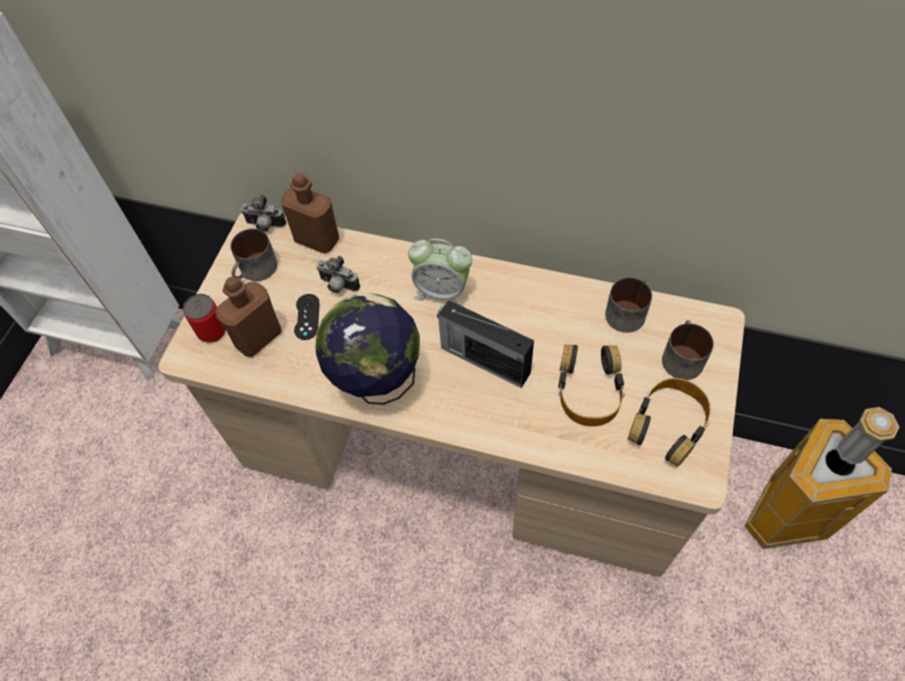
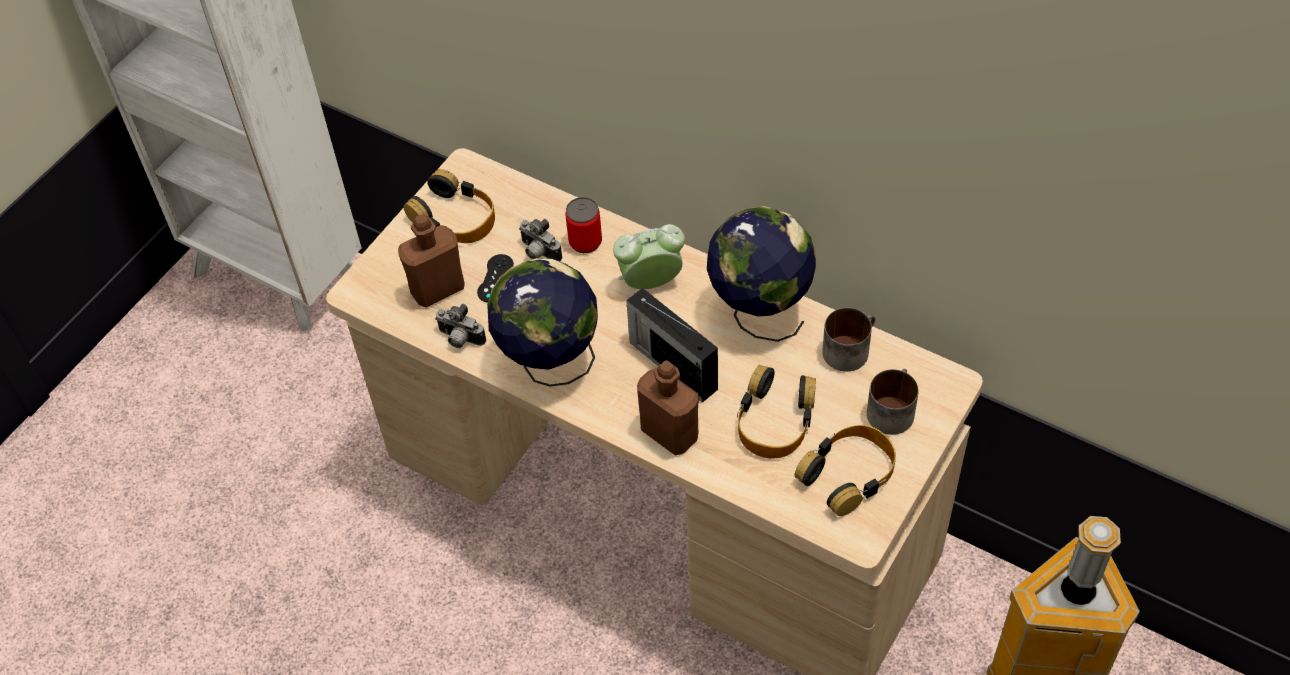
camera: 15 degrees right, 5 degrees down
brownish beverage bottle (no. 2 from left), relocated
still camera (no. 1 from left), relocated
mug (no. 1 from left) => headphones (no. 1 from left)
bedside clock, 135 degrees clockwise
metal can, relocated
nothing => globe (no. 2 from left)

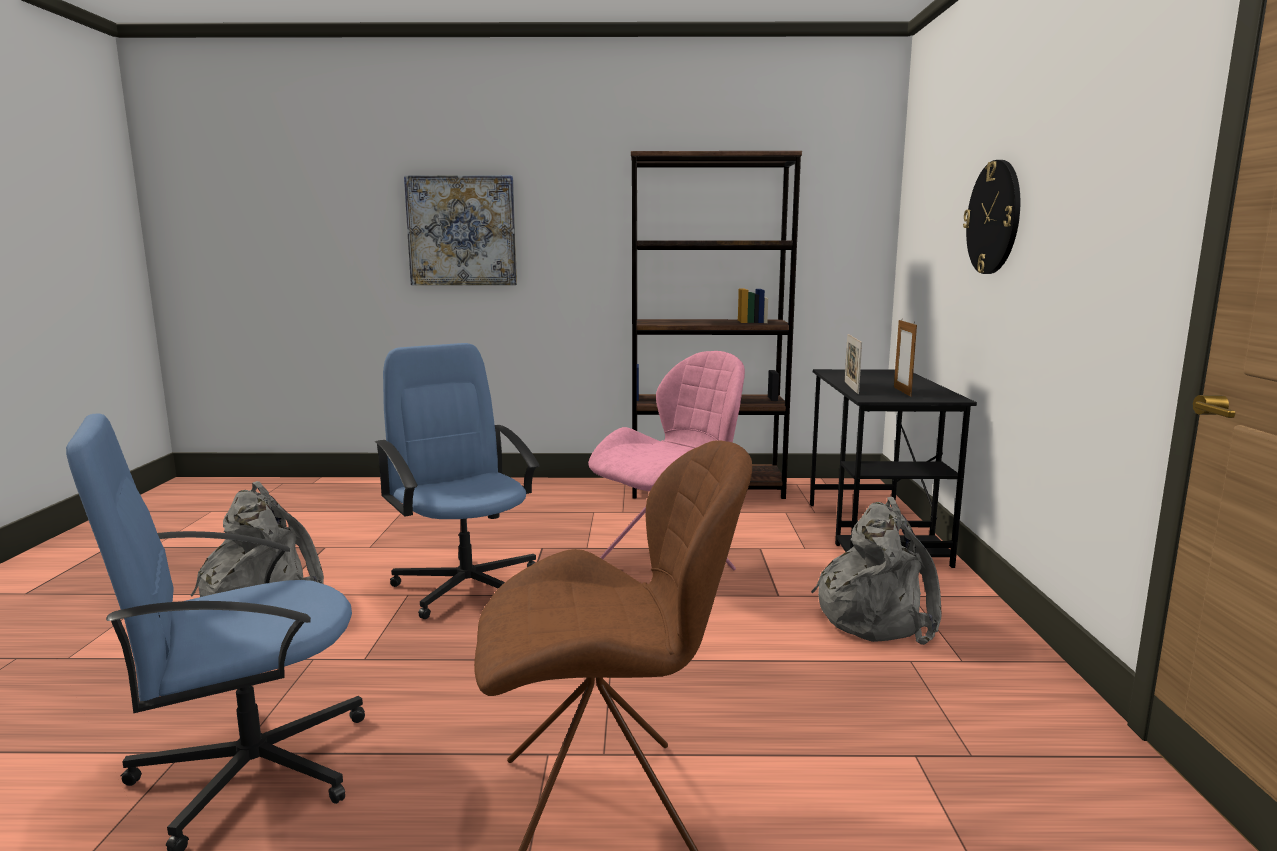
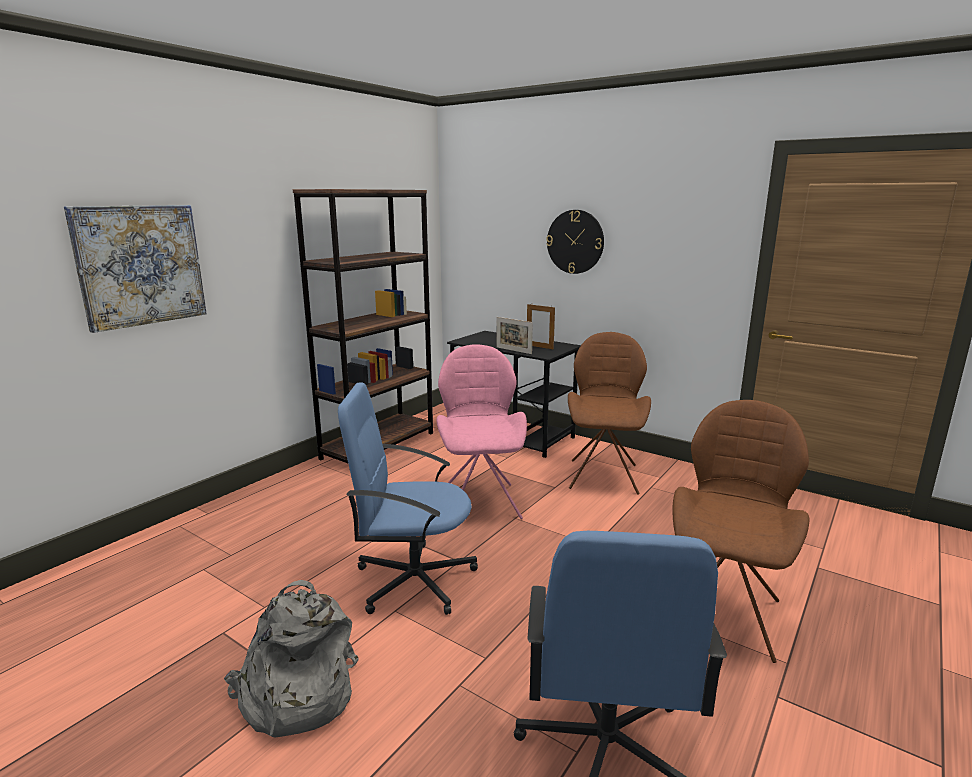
camera: 55 degrees left, 5 degrees up
gray knapsack (no. 2 from left) => brownish chair (no. 1 from left)

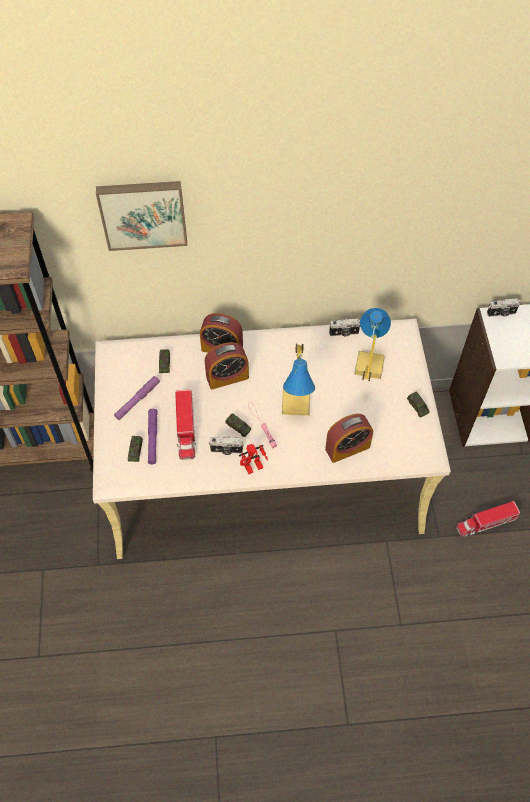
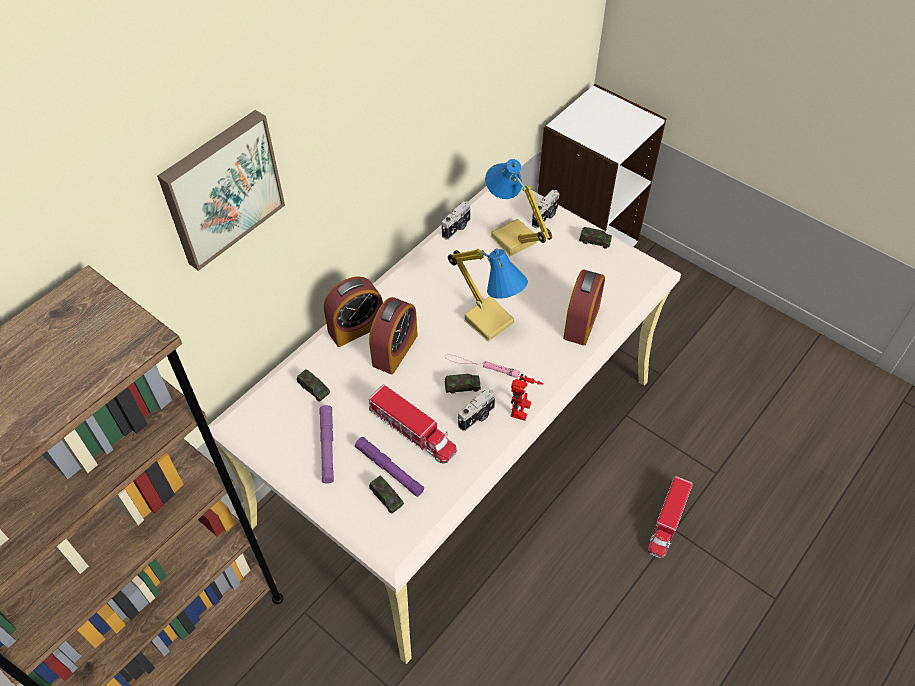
camera: 45 degrees left, 5 degrees down
still camera (no. 3 from left), relocated
toy truck (no. 2 from left), relocated

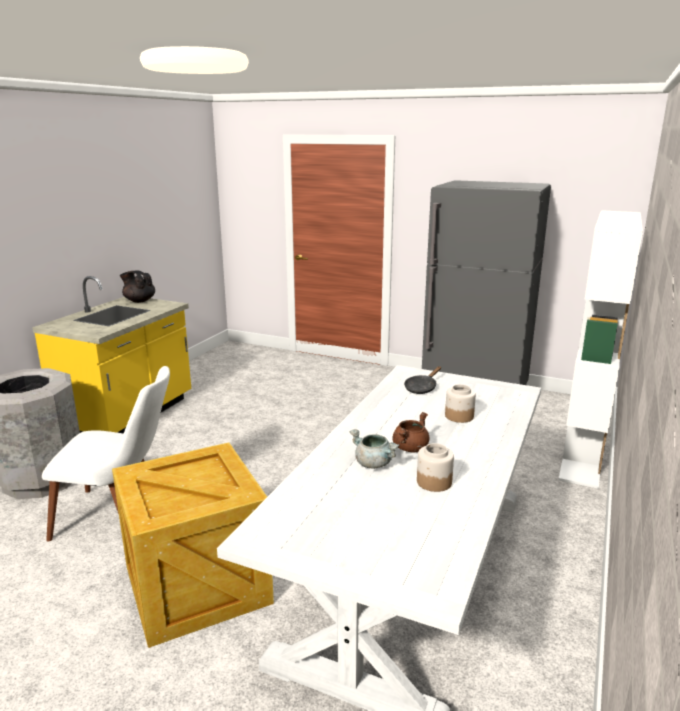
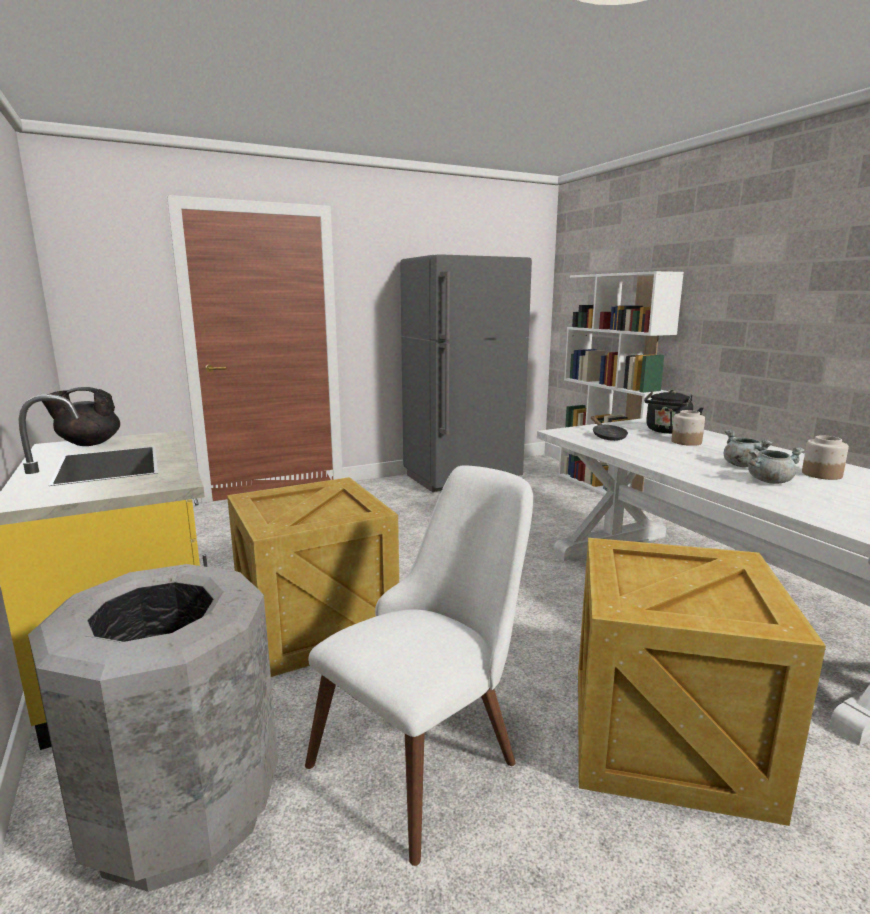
camera: 50 degrees left, 5 degrees down
brownish stockpot => gray stockpot (no. 1 from left)
nothing => blackish tea kettle
nothing => crate (no. 1 from left)

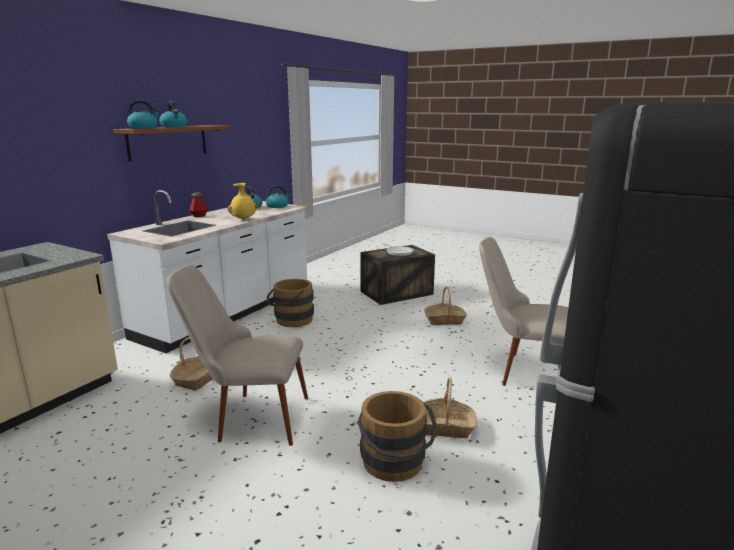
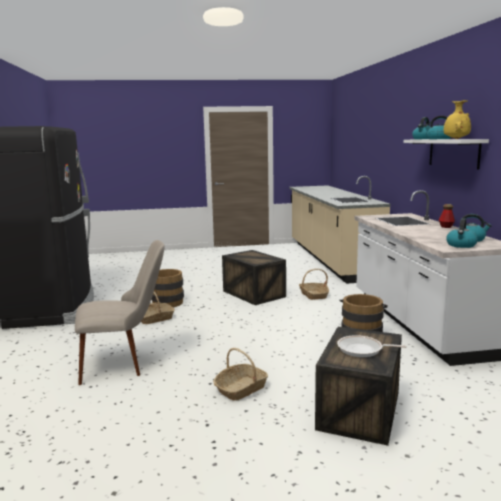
camera: 140 degrees right, 5 degrees down
brownish bracket shelf => white bracket shelf
yellow-coloured decorative vase, relocated
beige-coloured chair (no. 1 from left) => crate (no. 1 from left)

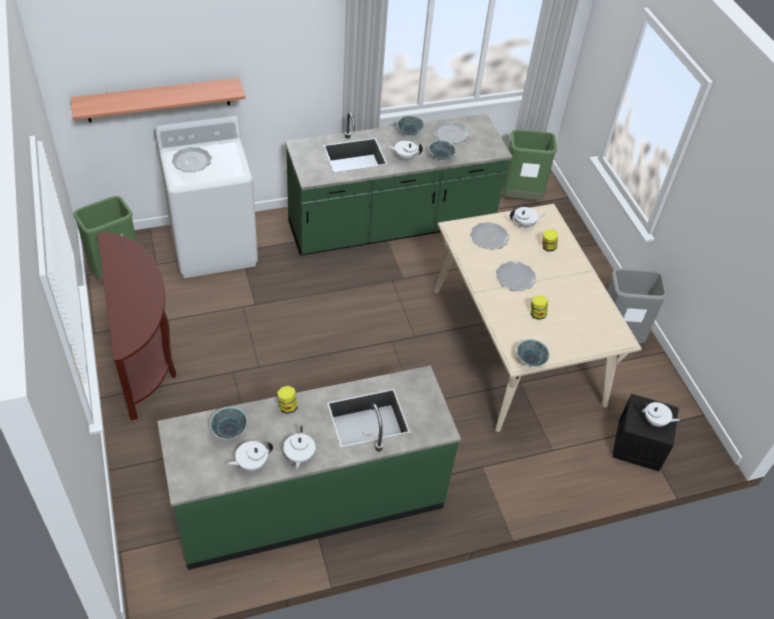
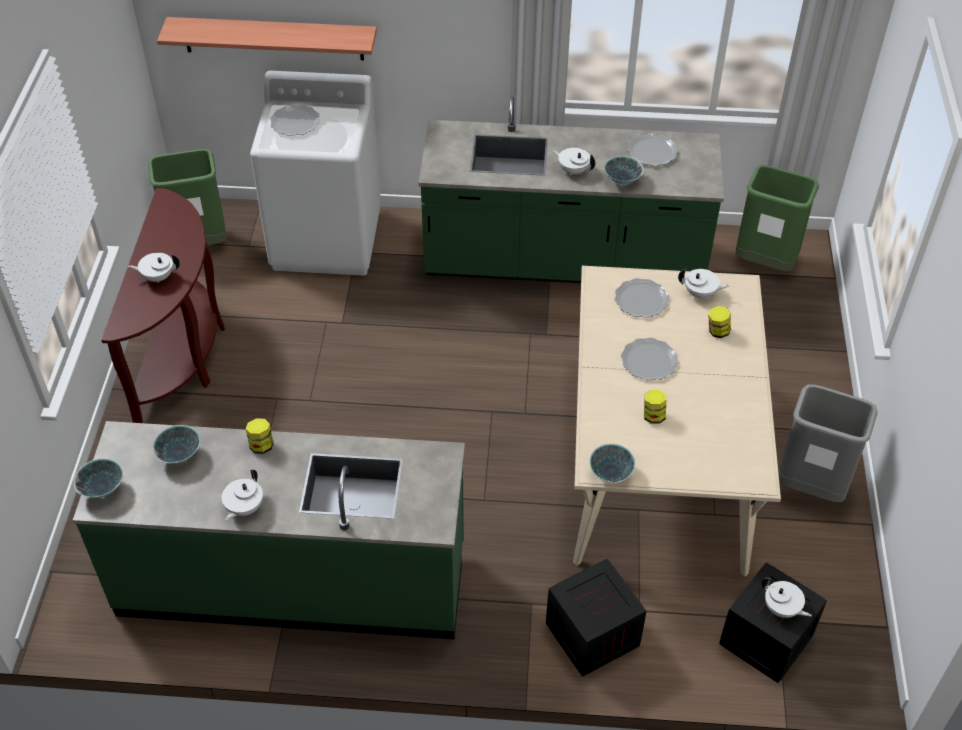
camera: 25 degrees right, 0 degrees up
deep dish (no. 2 from left in the first image) => deep dish (no. 1 from left), relocated
white pot for tea (no. 1 from left), relocated
nothing => crate (no. 1 from left)

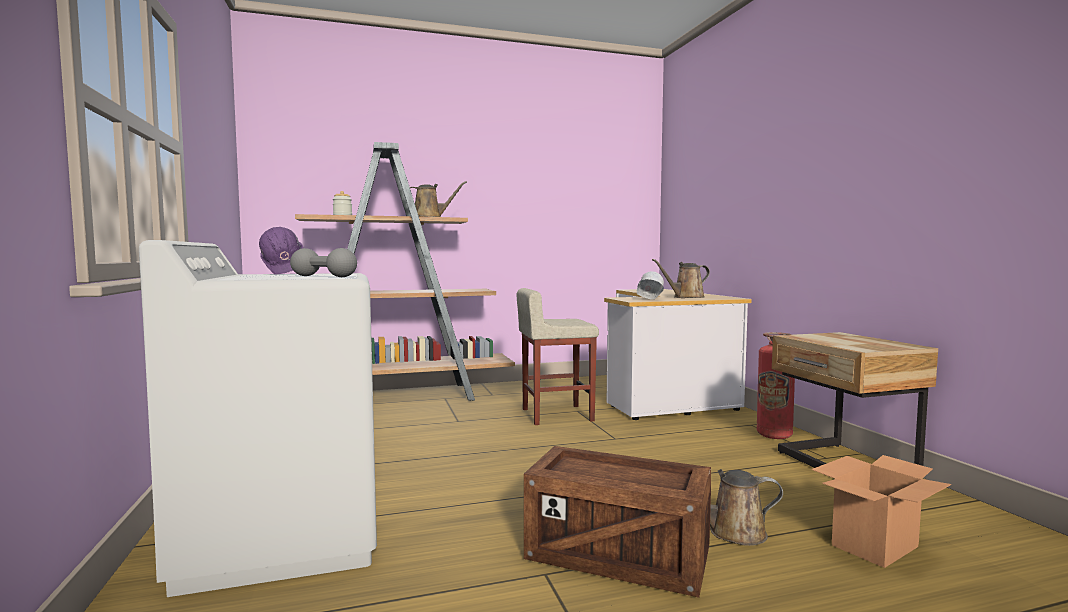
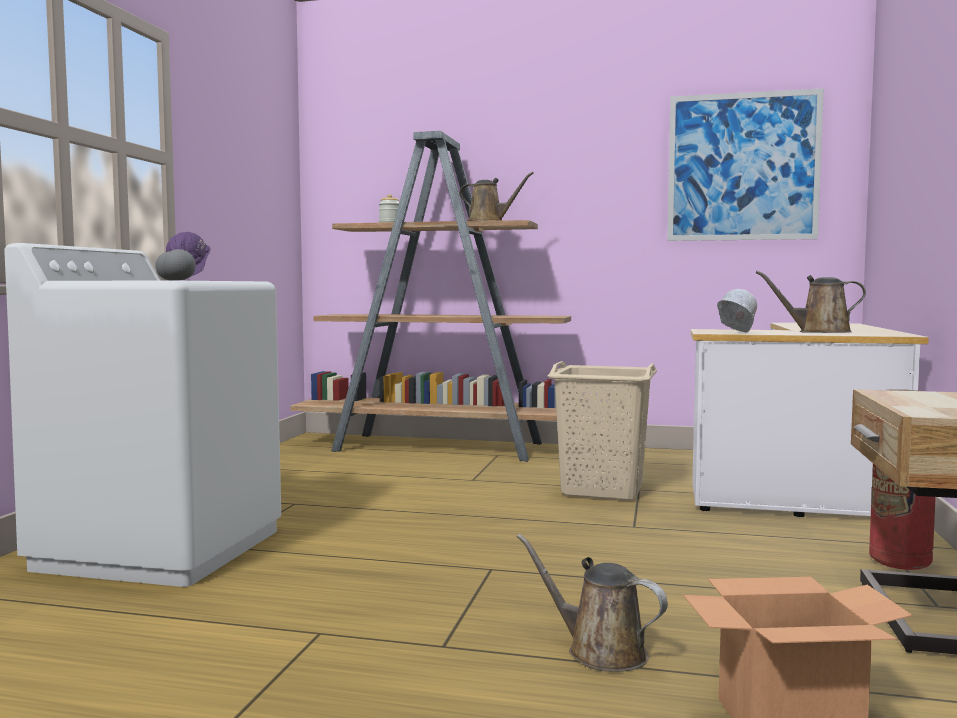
camera: 30 degrees right, 0 degrees up
beige-coloured sitting stool => beige-coloured laundry basket
crate => nothing
nothing => wall picture

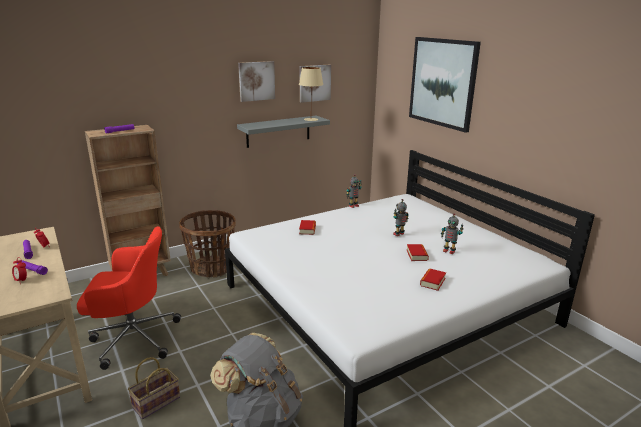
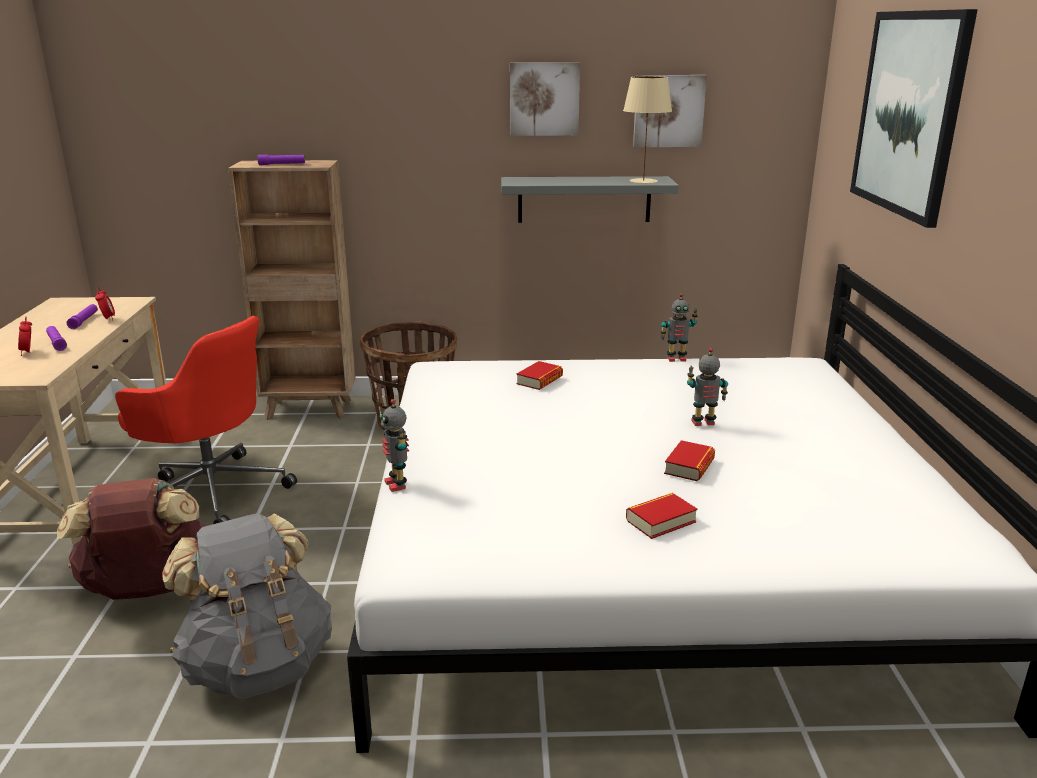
camera: 30 degrees right, 0 degrees up
model robot (no. 3 from left in the first image) => model robot (no. 1 from left), relocated
household basket (no. 1 from left) => brownish knapsack

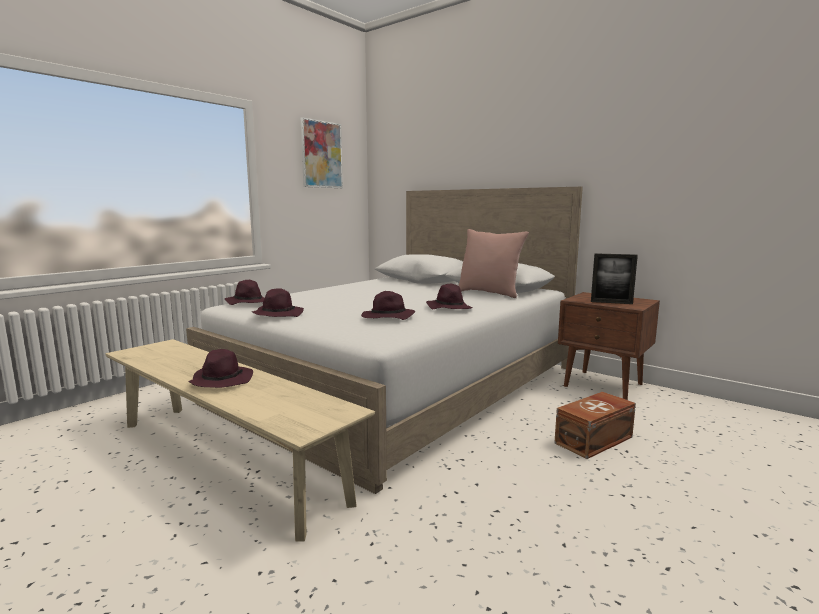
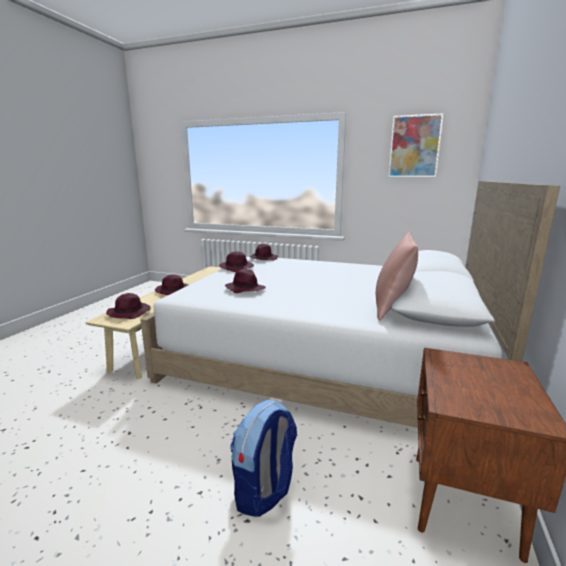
camera: 70 degrees right, 5 degrees up
photo frame => nothing
purple hat (no. 5 from left in the first image) => purple hat (no. 1 from left), relocated
brownish storage box => knapsack

